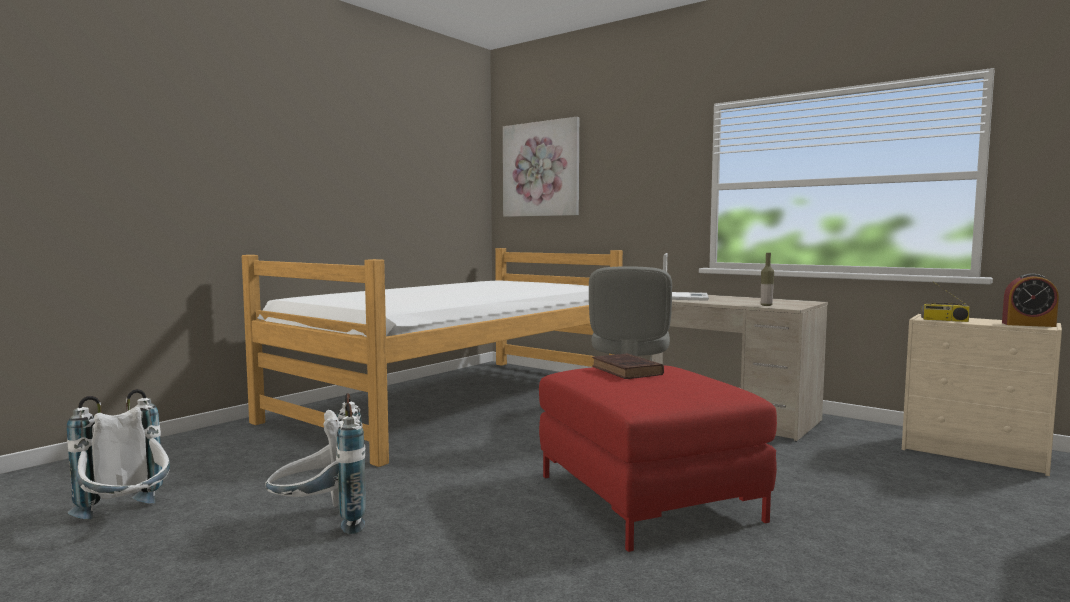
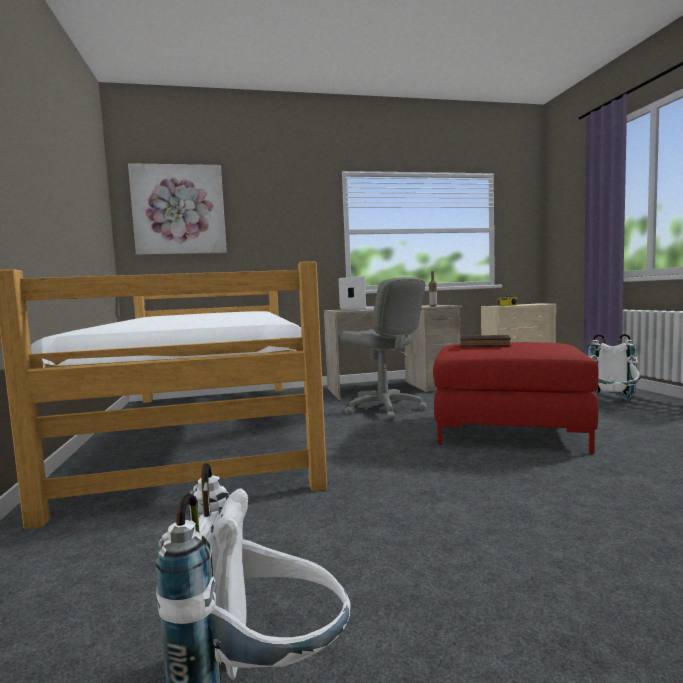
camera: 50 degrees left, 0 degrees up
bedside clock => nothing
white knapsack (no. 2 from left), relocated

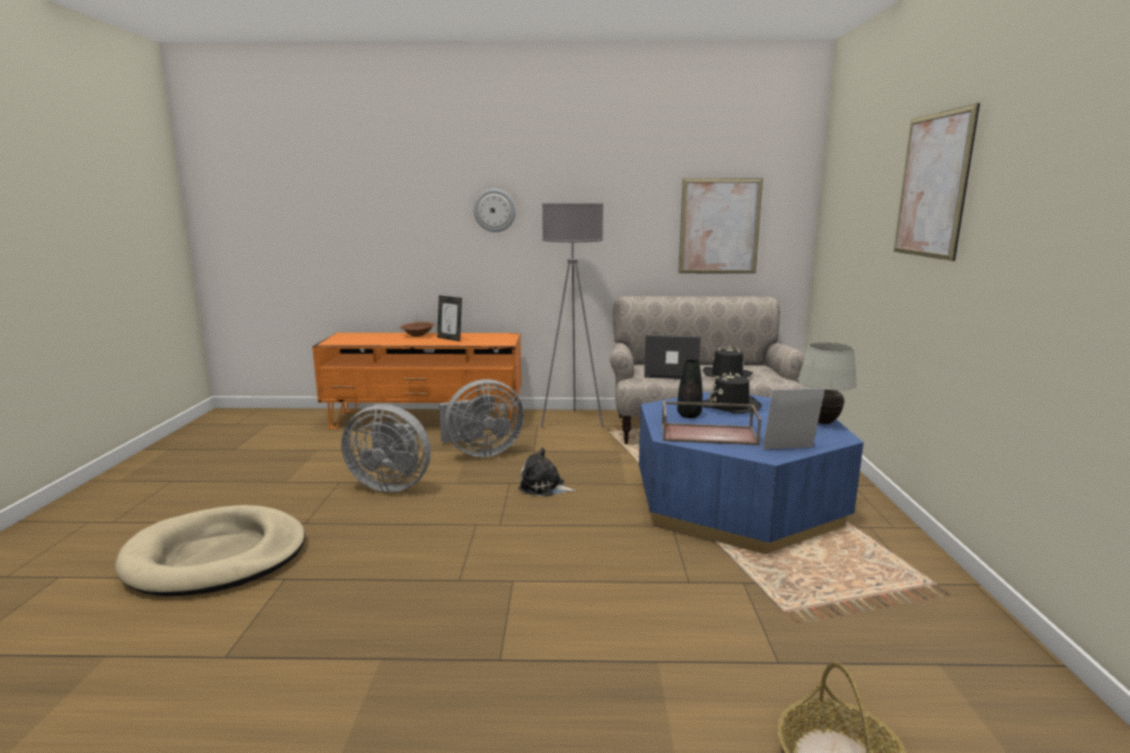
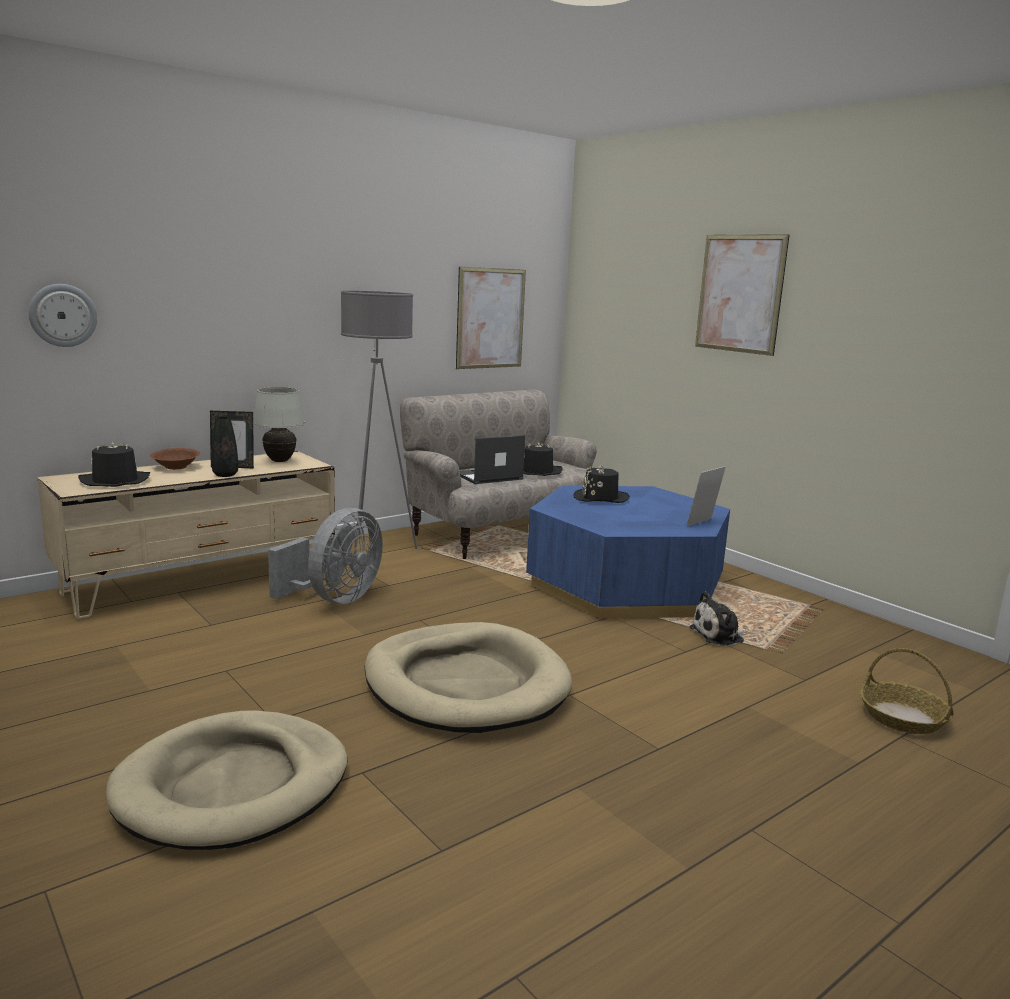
camera: 40 degrees left, 0 degrees up
wall clock, relocated
orange tv unit => beige-coloured tv unit
white lamp for a table, relocated
blackish decorative vase, relocated
brownish serving tray => nothing
gray fan (no. 1 from left) => nothing
plush toy, relocated
nothing => blackish hat (no. 1 from left)
nothing => beige-coloured dog cushion (no. 2 from left)

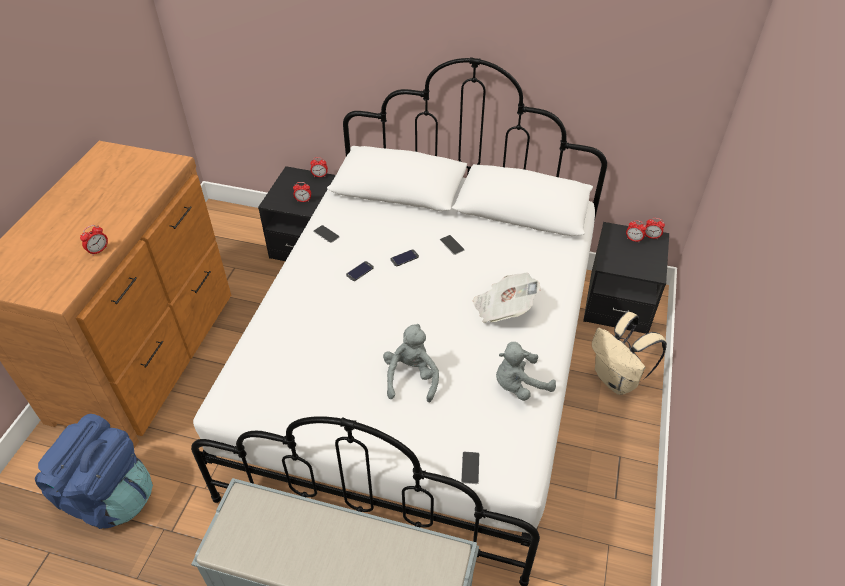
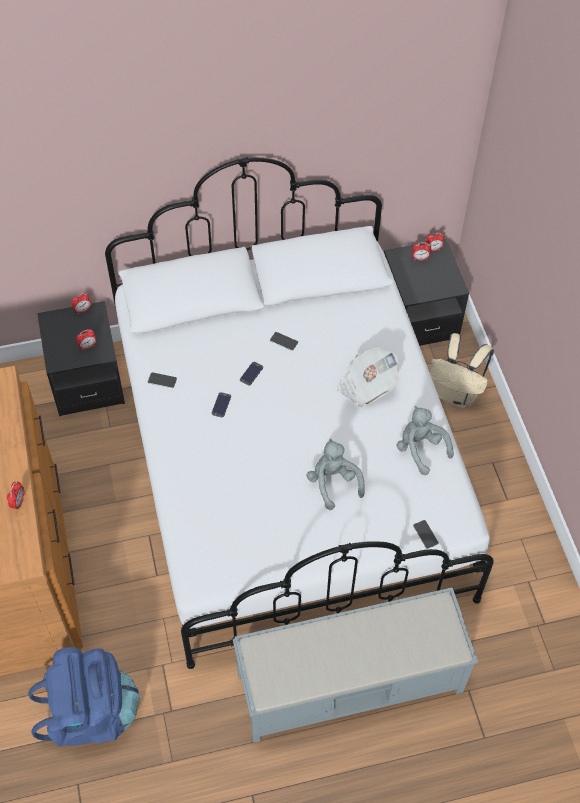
camera: 30 degrees left, 10 degrees up
gray plush toy (no. 2 from left), 105 degrees clockwise

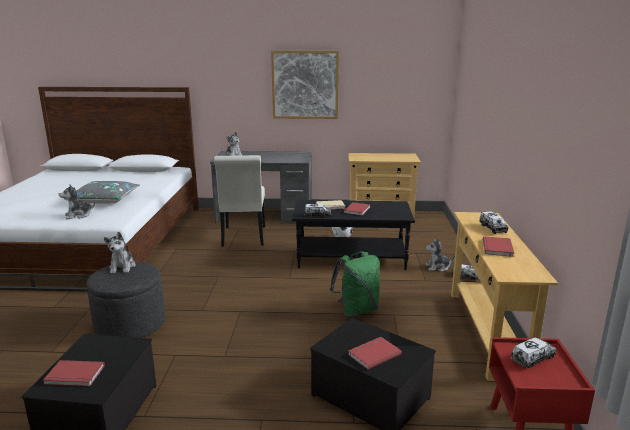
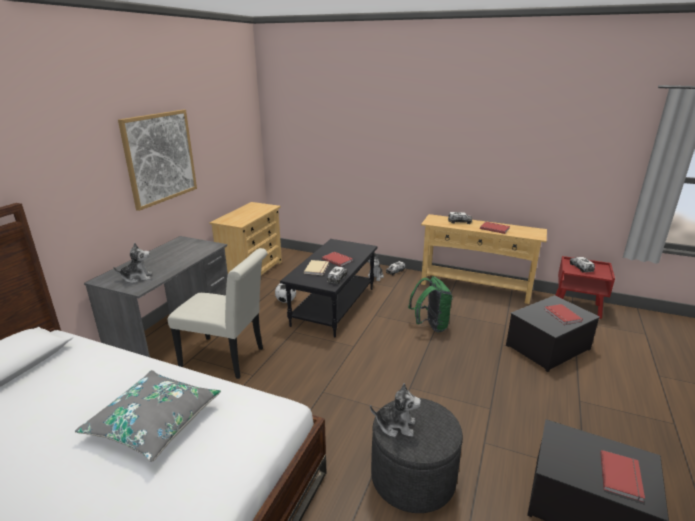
camera: 70 degrees left, 5 degrees up
plush toy (no. 1 from left) => nothing

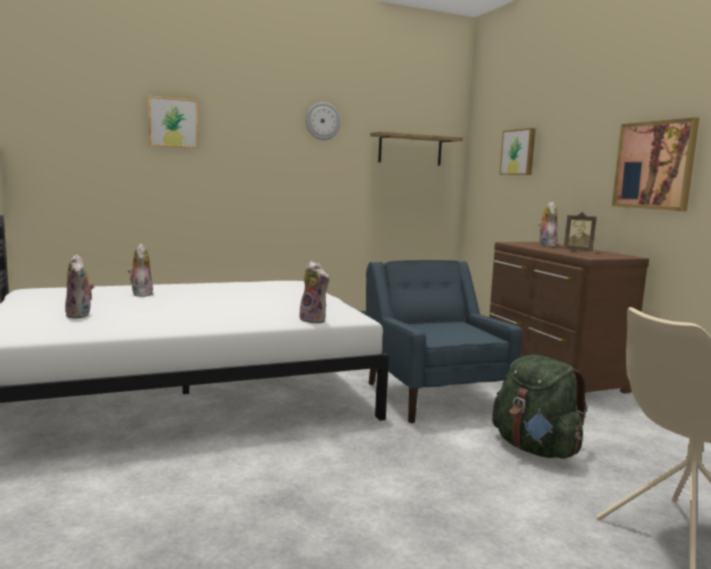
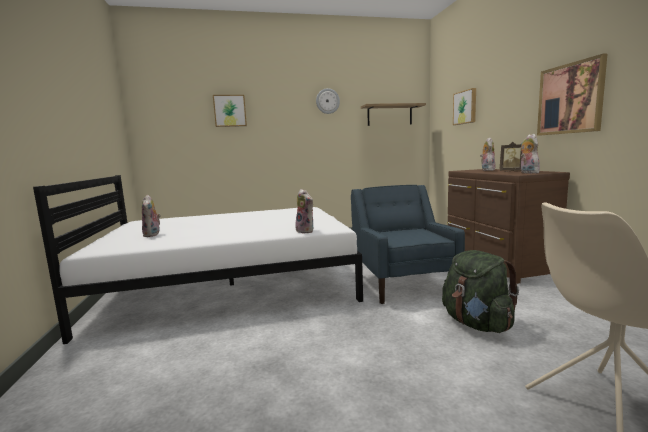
camera: 10 degrees right, 0 degrees up
plush toy (no. 2 from left in the first image) => plush toy (no. 4 from left), relocated

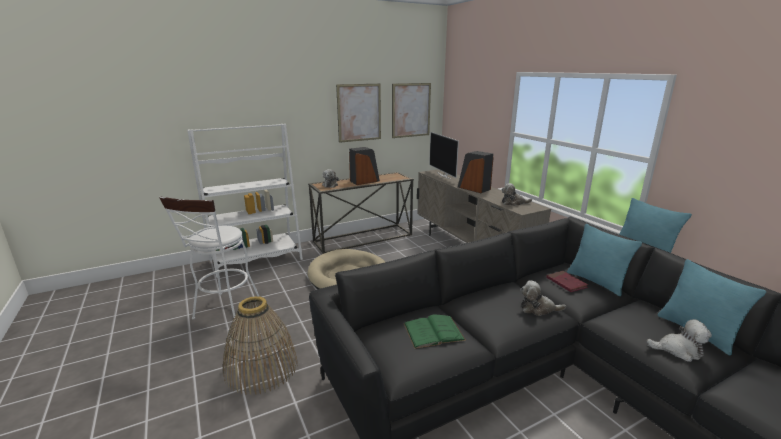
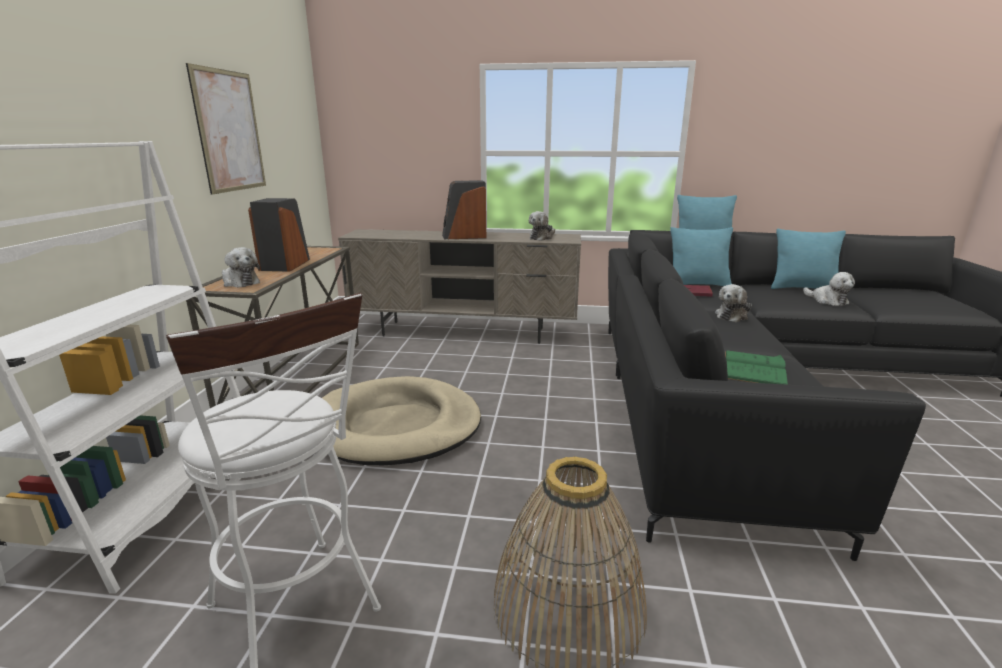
camera: 55 degrees left, 0 degrees up
wall picture (no. 2 from left) => nothing
TV => nothing
plush toy (no. 4 from left), 105 degrees clockwise

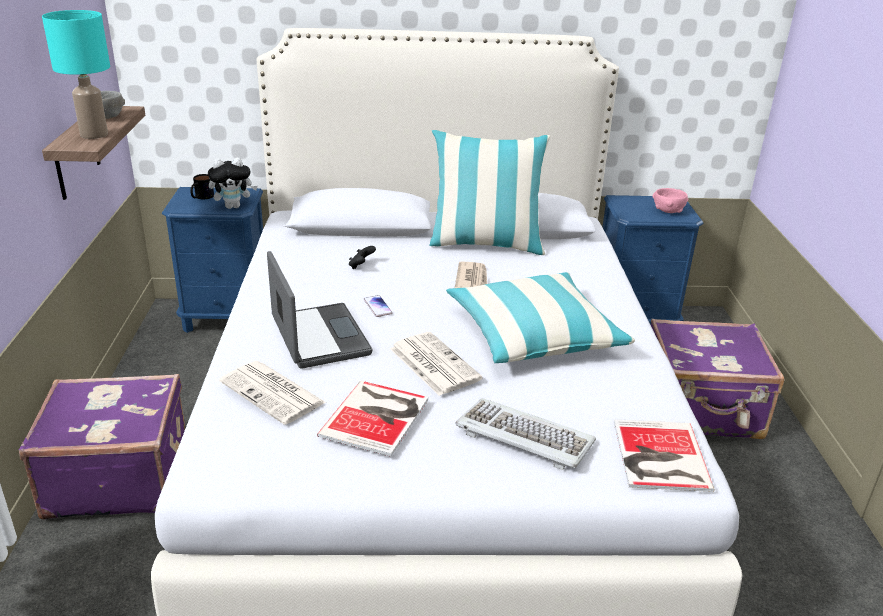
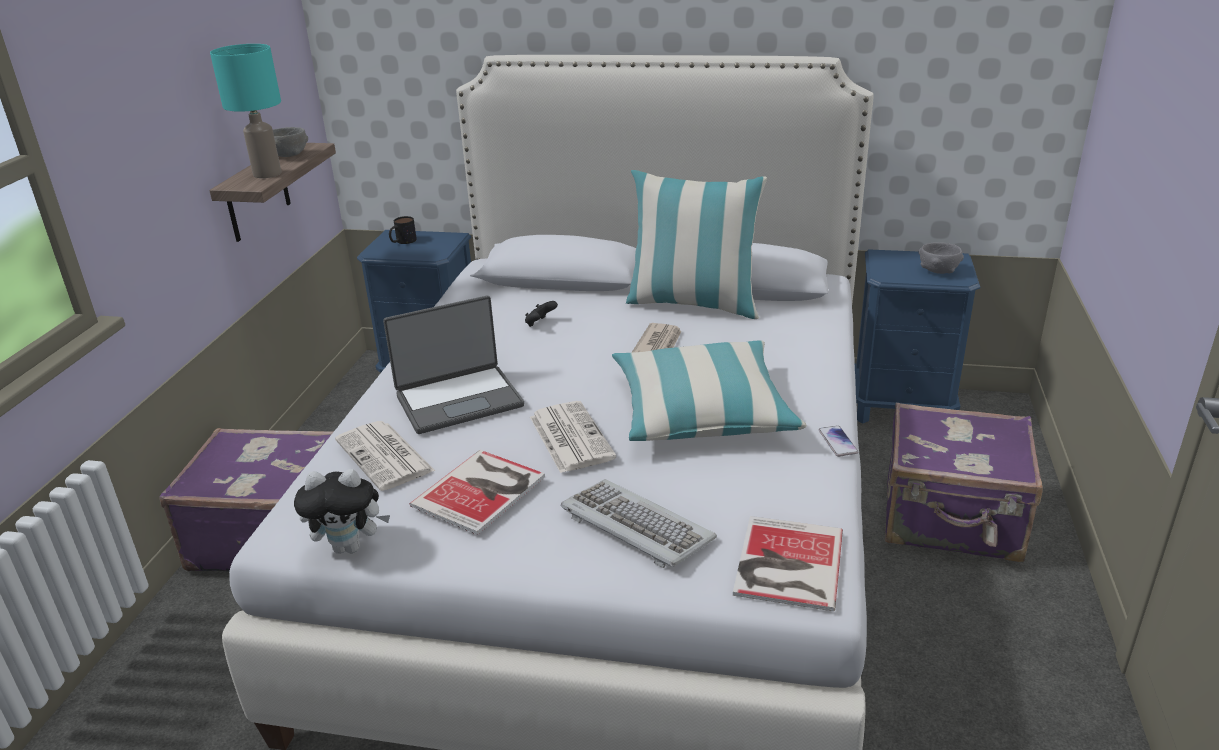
camera: 15 degrees right, 0 degrees up
plush toy, relocated
pinkish deep dish => gray deep dish (no. 2 from left)
portable computer, 75 degrees clockwise
telephone, relocated

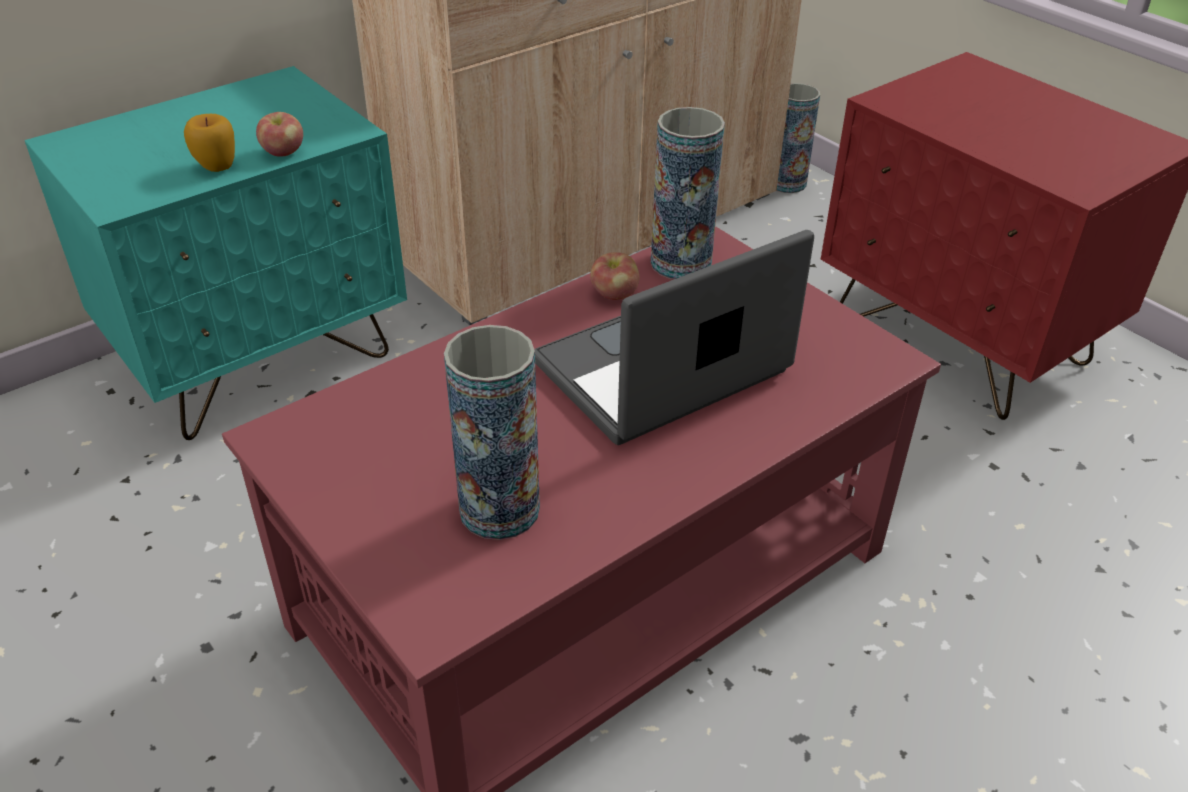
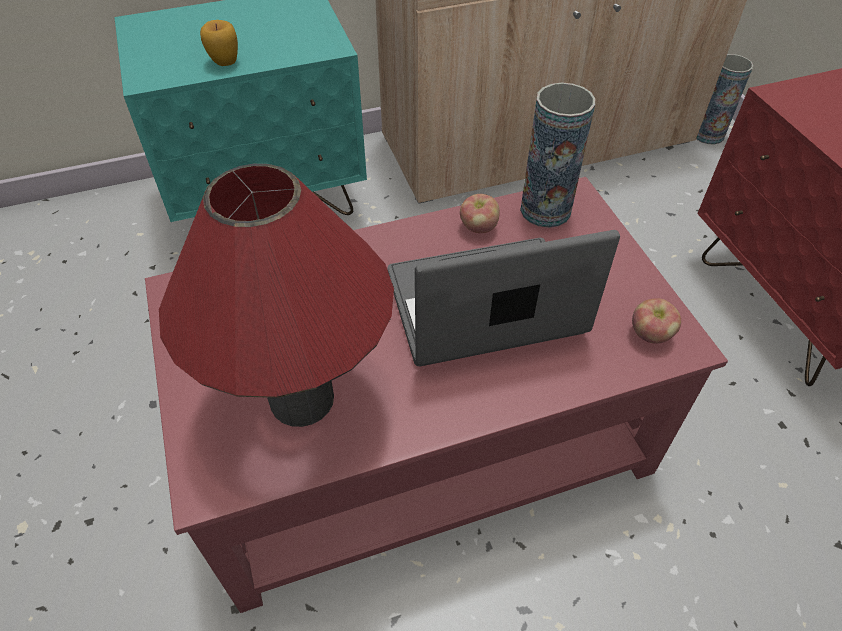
camera: 20 degrees right, 10 degrees up
apple (no. 2 from left in the first image) => apple (no. 3 from left), relocated
decorative vase (no. 1 from left) => red lamp for a table

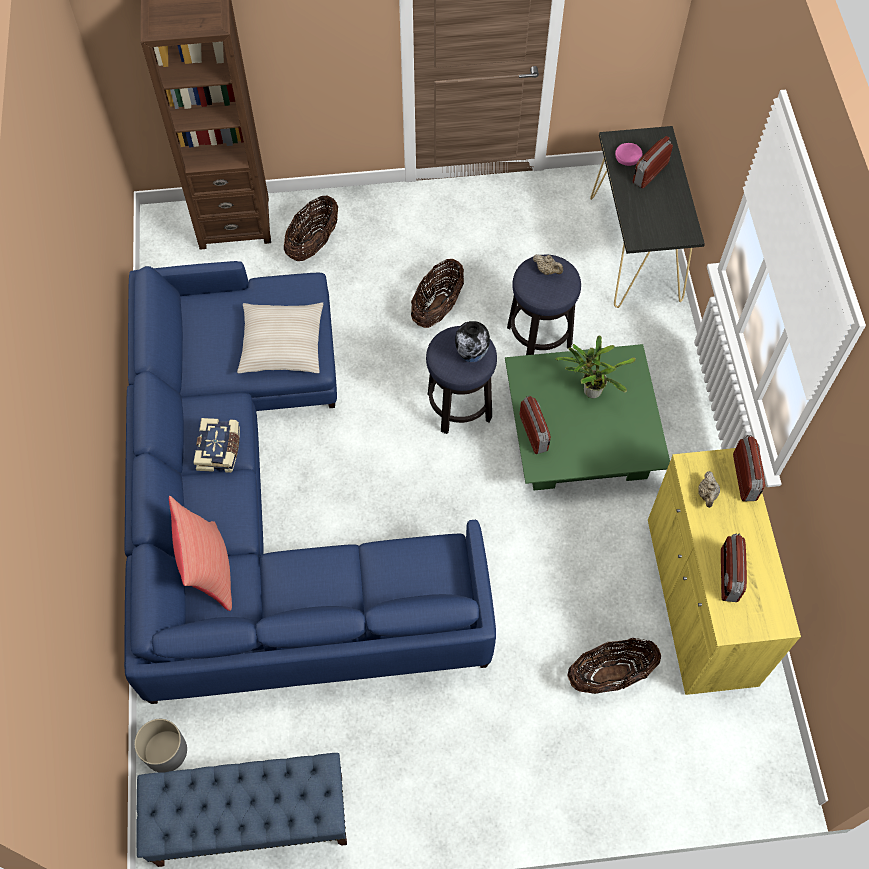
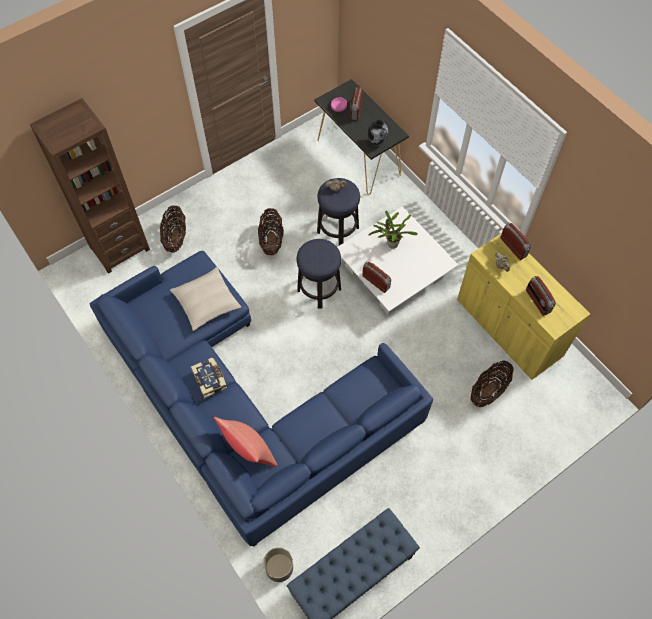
camera: 30 degrees left, 0 degrees up
decorative vase, relocated
greenish lounge table => white lounge table

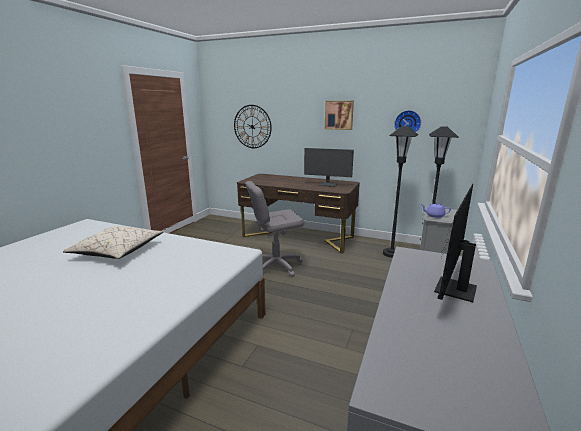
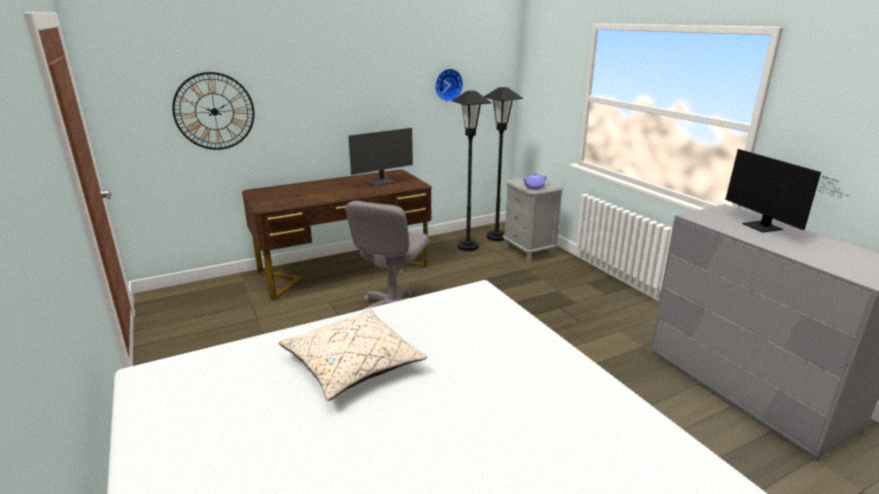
camera: 50 degrees left, 5 degrees up
wall picture => nothing

